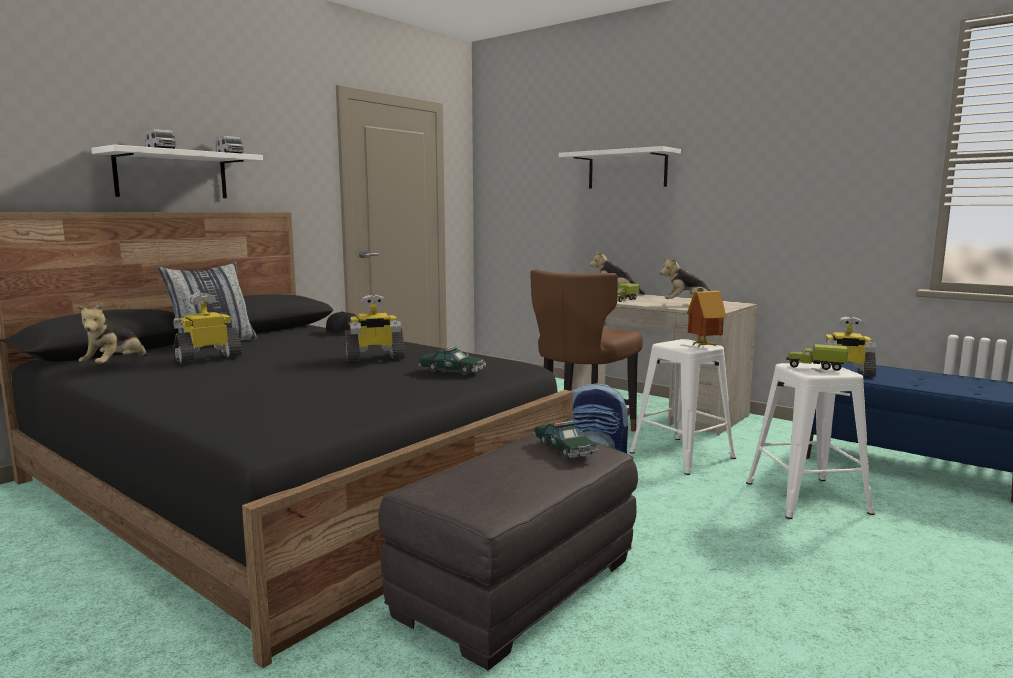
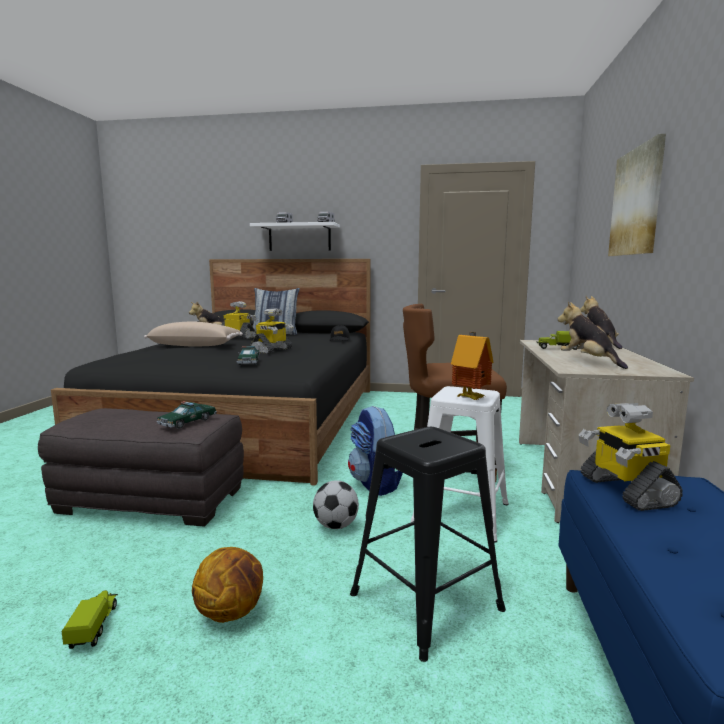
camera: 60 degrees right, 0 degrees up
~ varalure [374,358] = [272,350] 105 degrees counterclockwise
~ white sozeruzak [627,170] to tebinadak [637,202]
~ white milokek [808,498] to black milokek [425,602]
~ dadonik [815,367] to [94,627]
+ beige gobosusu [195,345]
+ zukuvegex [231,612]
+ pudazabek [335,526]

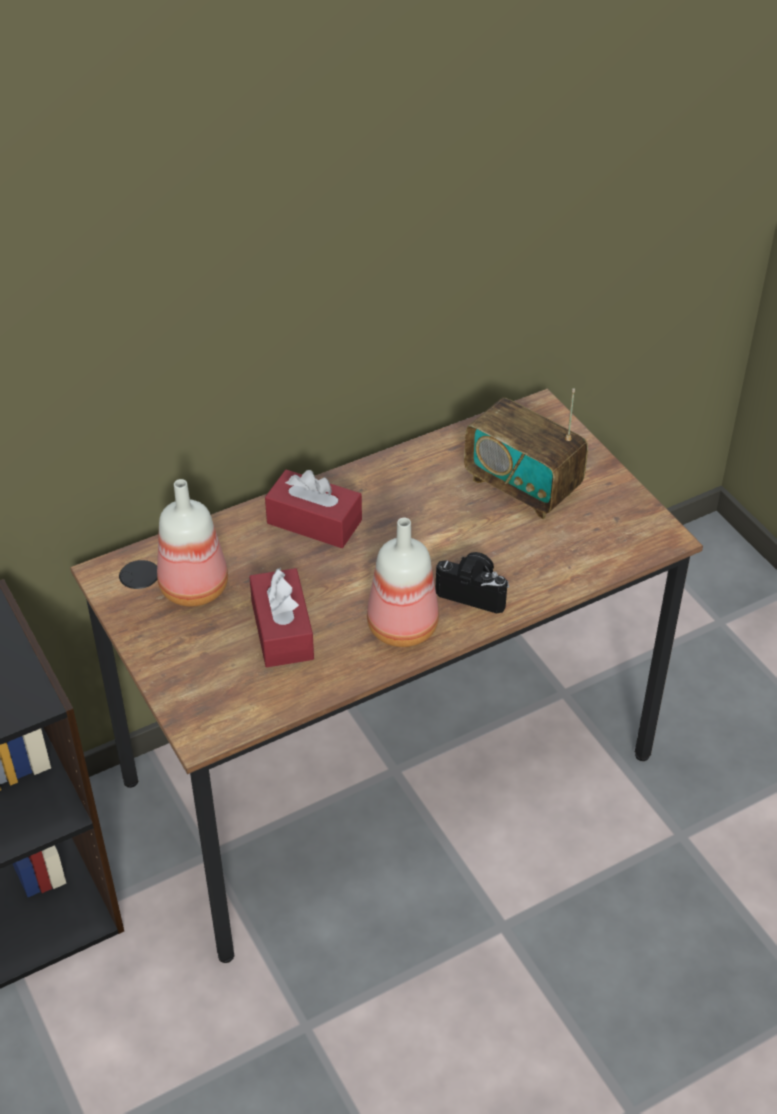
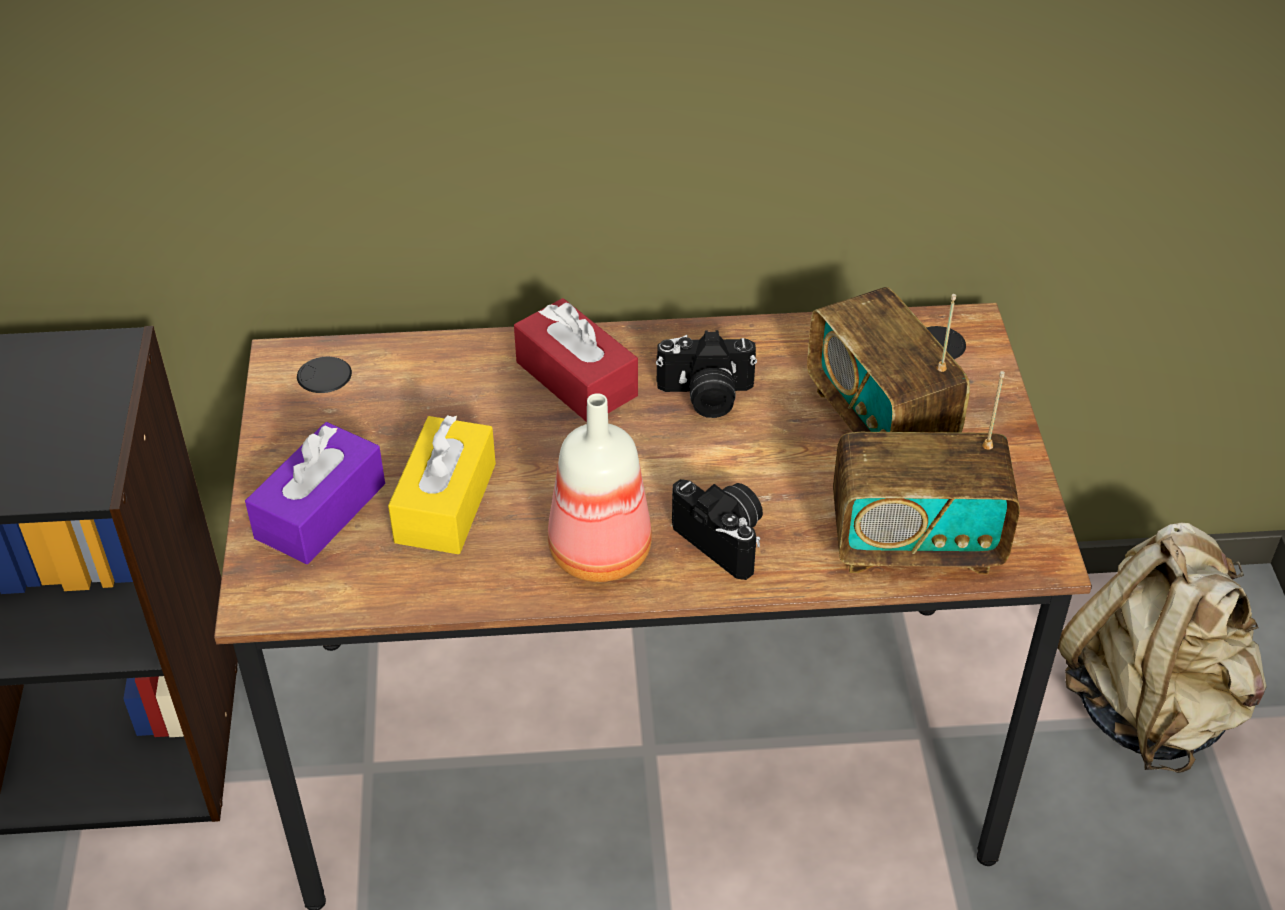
camera: 25 degrees right, 0 degrees up
- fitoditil [193,586]
~ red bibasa [282,630] to yellow bibasa [445,503]
+ purple bibasa [320,511]
+ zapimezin [705,396]
+ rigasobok [915,544]
+ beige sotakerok [1150,703]

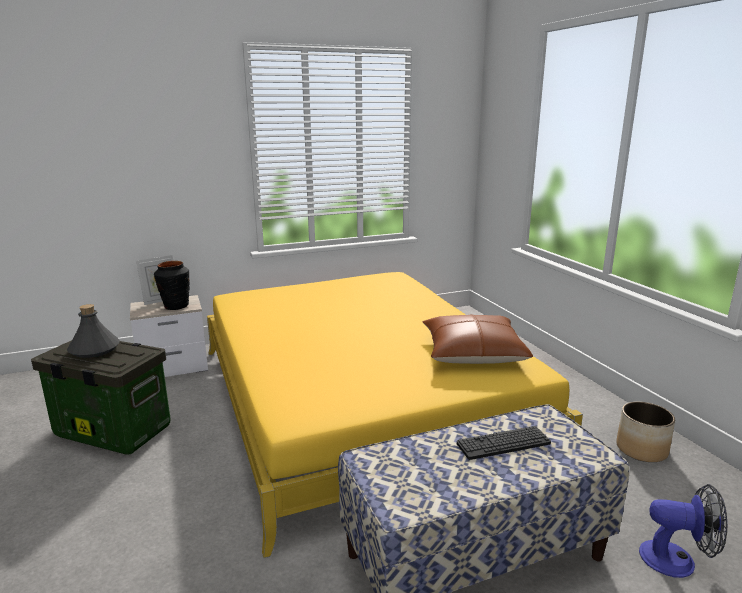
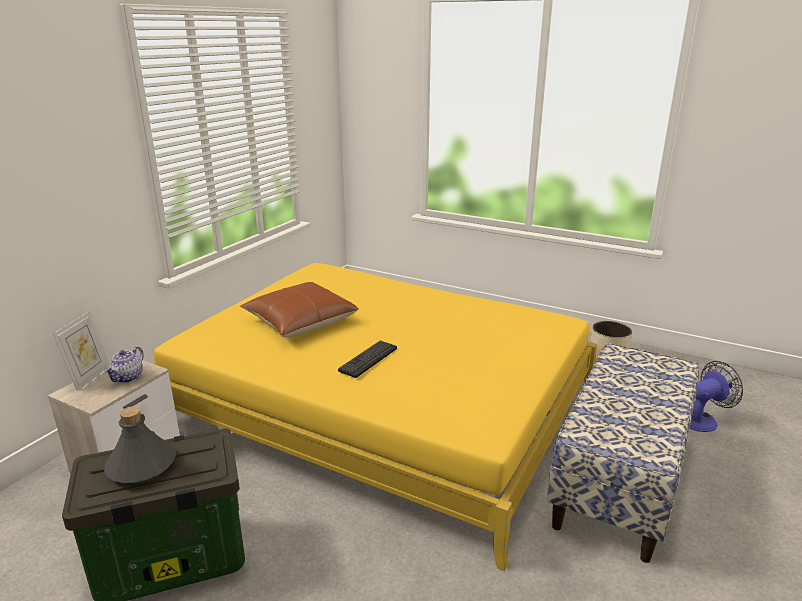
camera: 40 degrees left, 5 degrees up
~ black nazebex [176,306] to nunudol [128,377]
~ brown gobosusu [472,352] to [300,321]
~ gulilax [503,443] to [368,359]

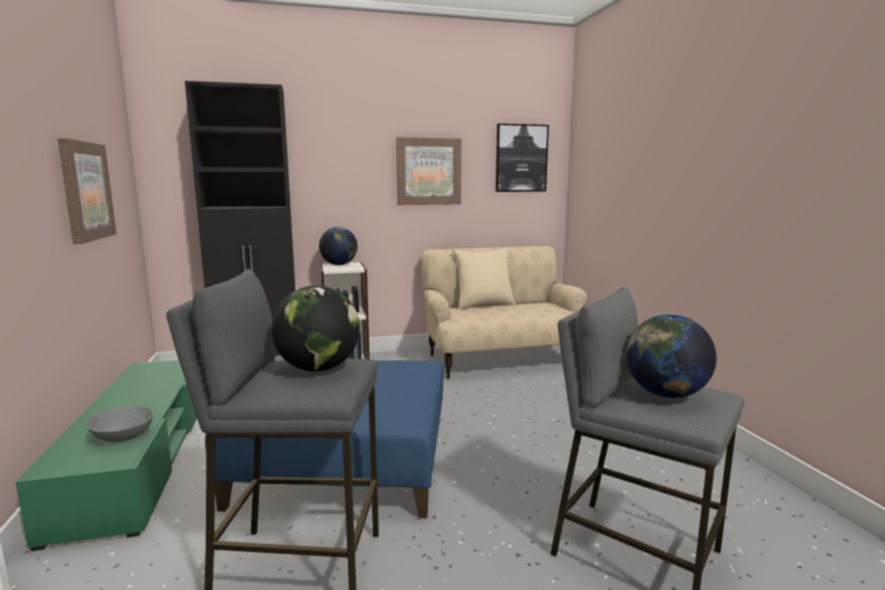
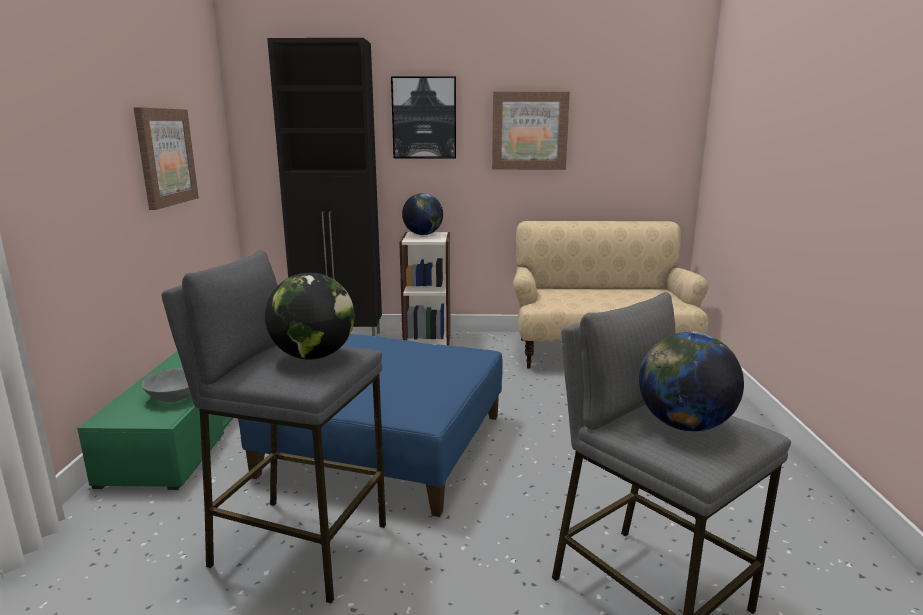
camera: 15 degrees right, 5 degrees up
- beige gobosusu [484,305]
~ tebinadak [521,158] to [424,118]

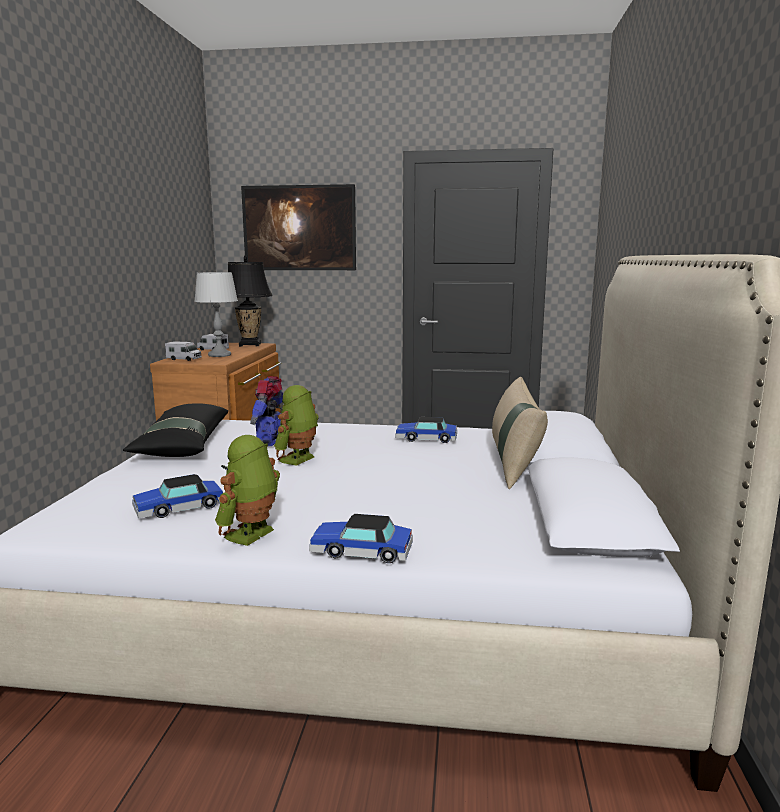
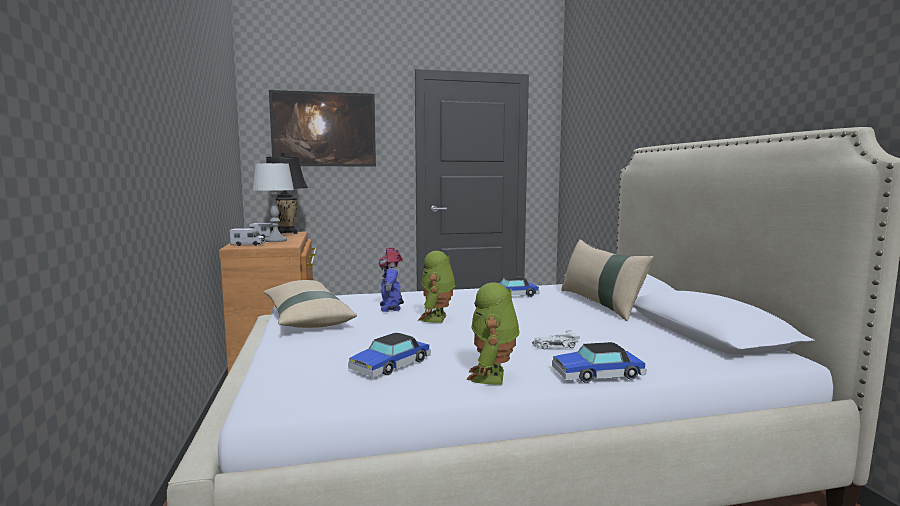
camera: 20 degrees left, 5 degrees down
~ black gobosusu [182,443] to beige gobosusu [306,317]
+ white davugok [554,346]

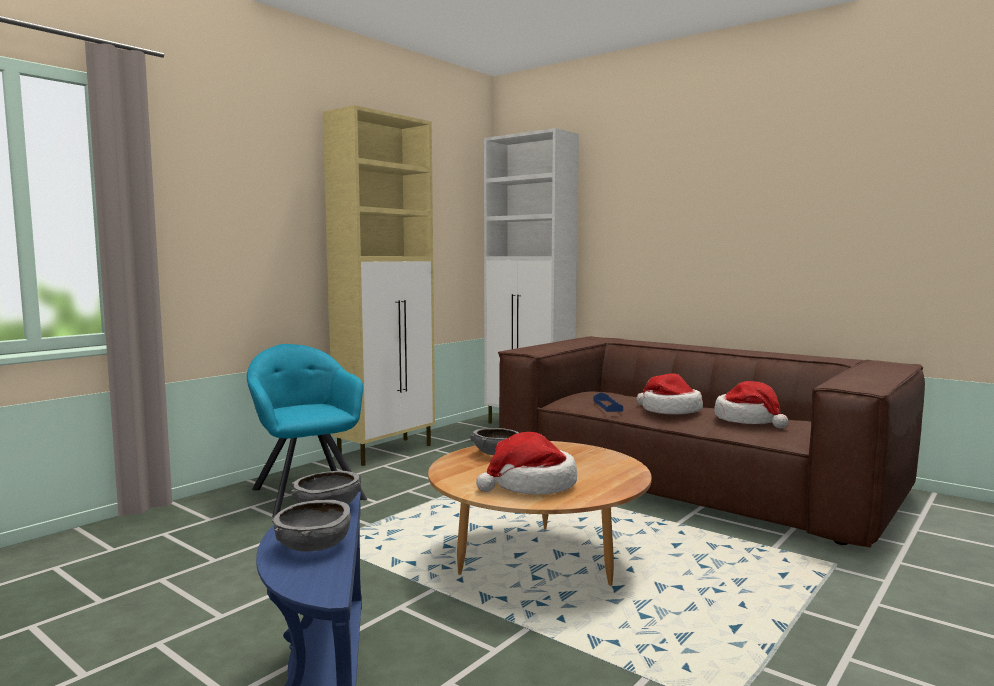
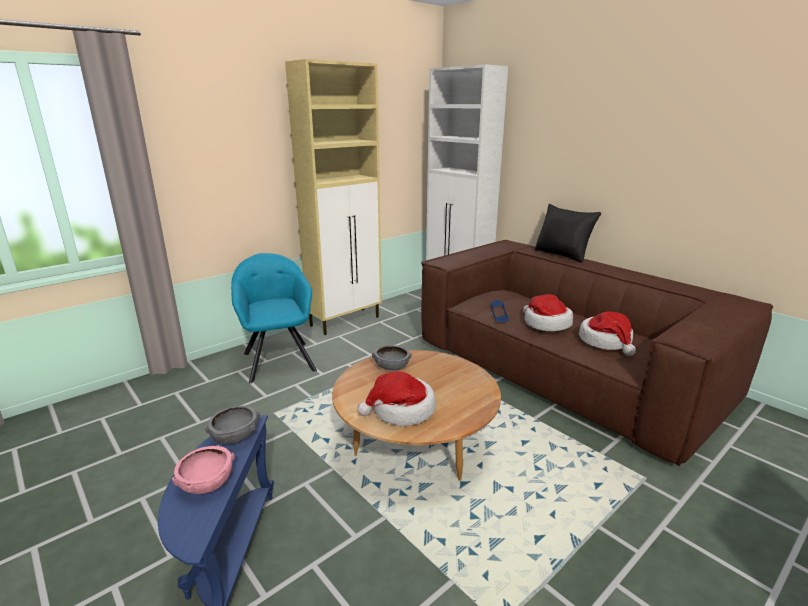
camera: 10 degrees right, 15 degrees up
~ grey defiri [314,546] to pink defiri [207,482]
+ black gobosusu [562,255]

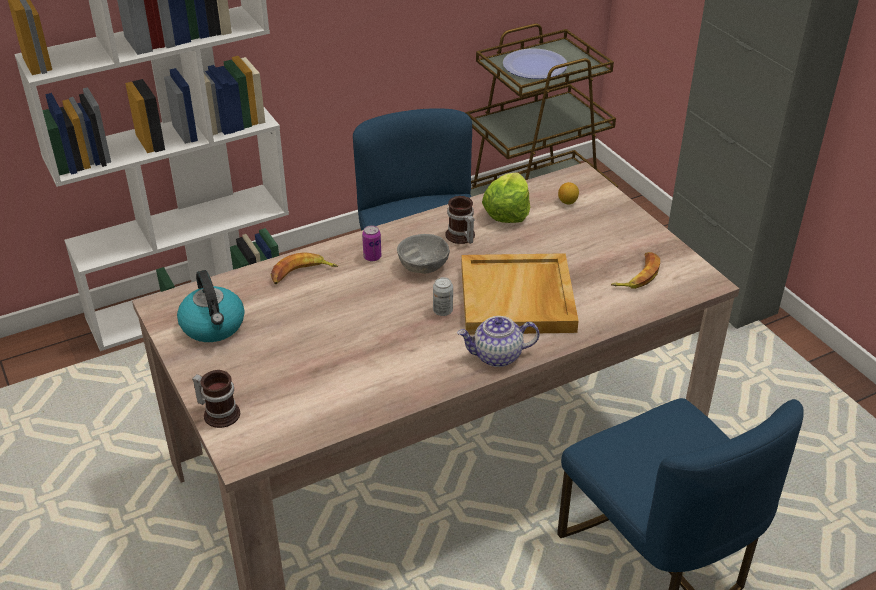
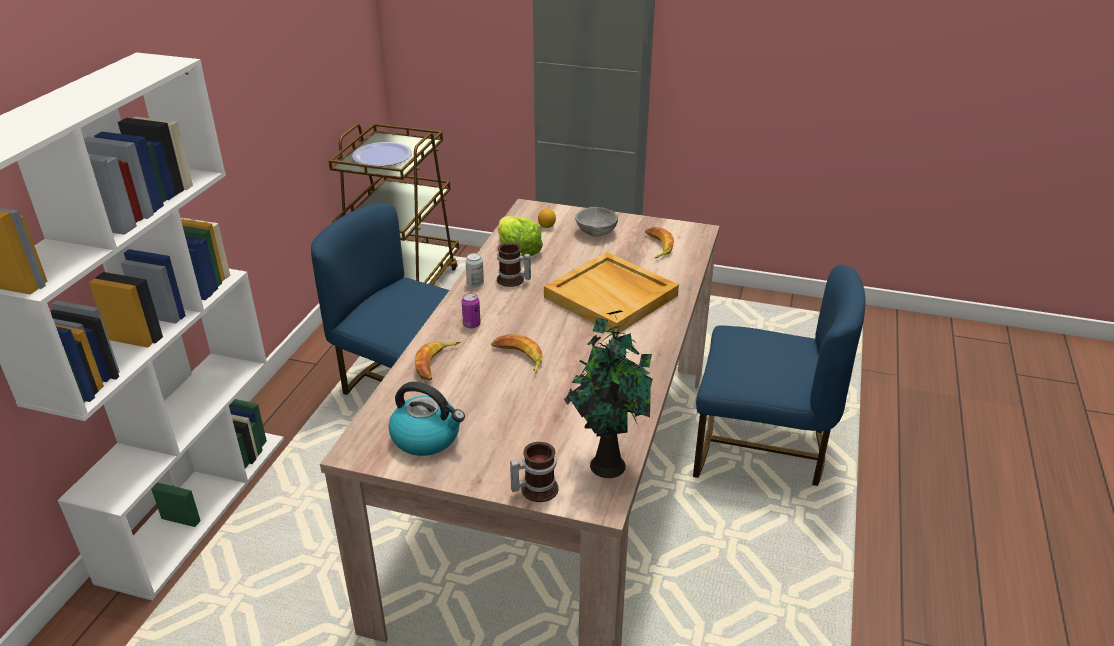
camera: 45 degrees left, 5 degrees down
~ grey defiri [423,266] to [596,232]
~ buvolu [442,311] to [475,284]
- nunudol [497,356]
+ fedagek [518,357]
+ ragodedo [606,463]

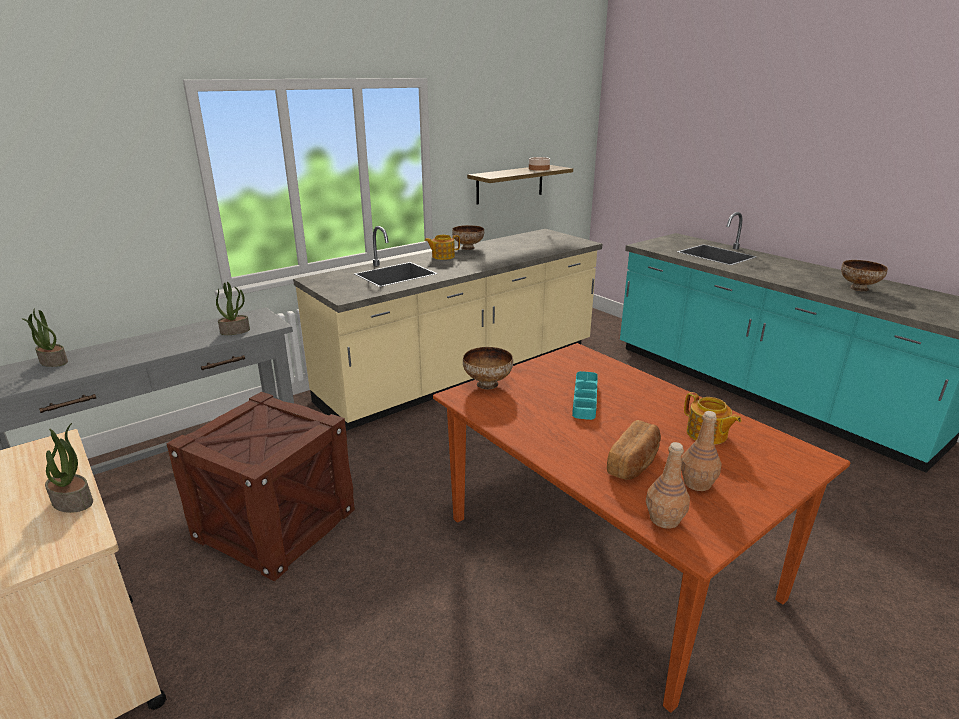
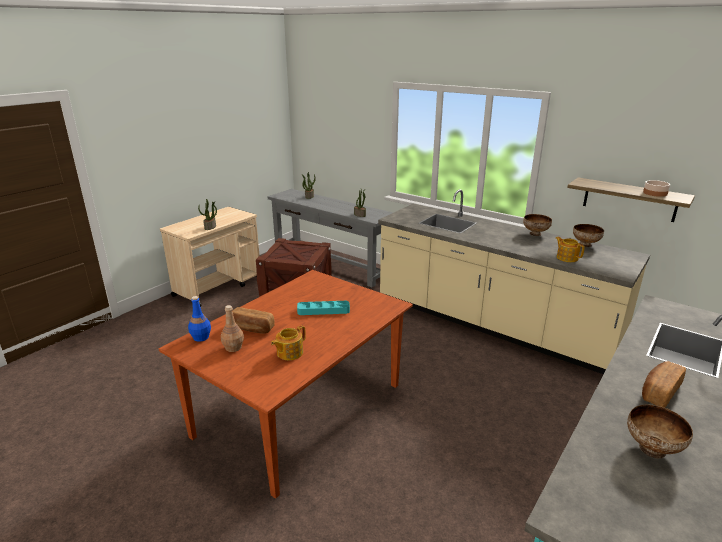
camera: 75 degrees right, 0 degrees up
~ nunudol [442,256] to [567,258]
~ defiri [488,384] to [585,245]
~ brown fitoditil [665,519] to blue fitoditil [201,337]
+ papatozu [659,392]

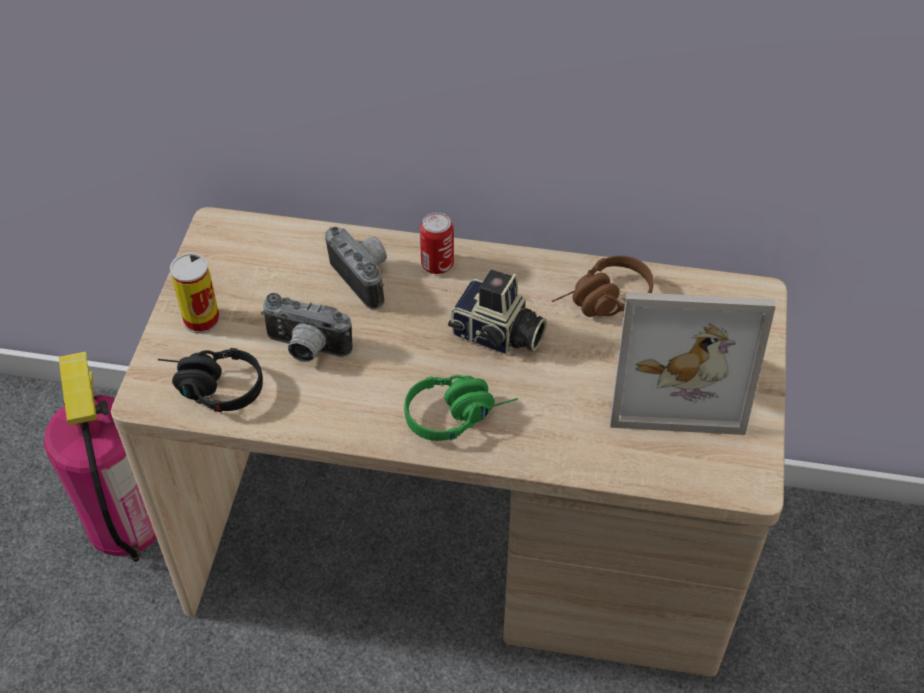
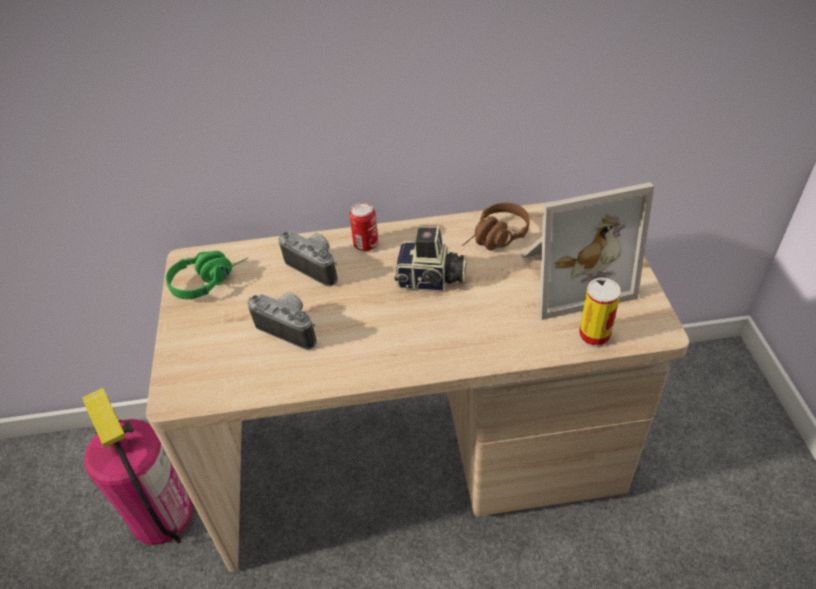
camera: 15 degrees left, 5 degrees down
- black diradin [210,389]
~ buvolu [201,319] to [594,335]
~ zapimezin [306,349] = [290,327] 150 degrees counterclockwise
~ green diradin [459,413] to [210,280]

